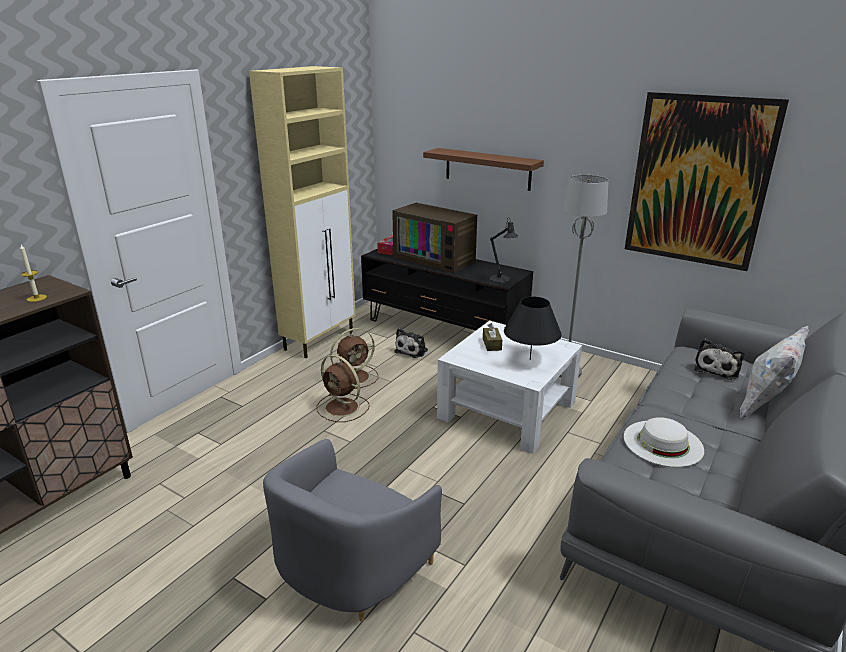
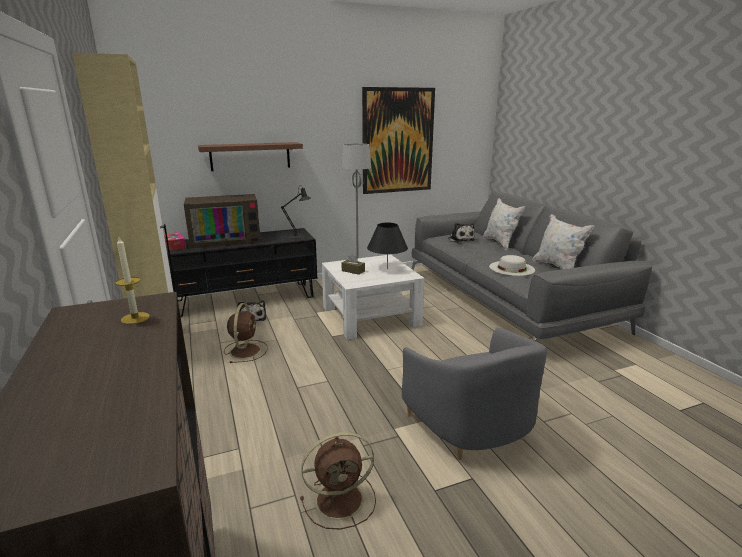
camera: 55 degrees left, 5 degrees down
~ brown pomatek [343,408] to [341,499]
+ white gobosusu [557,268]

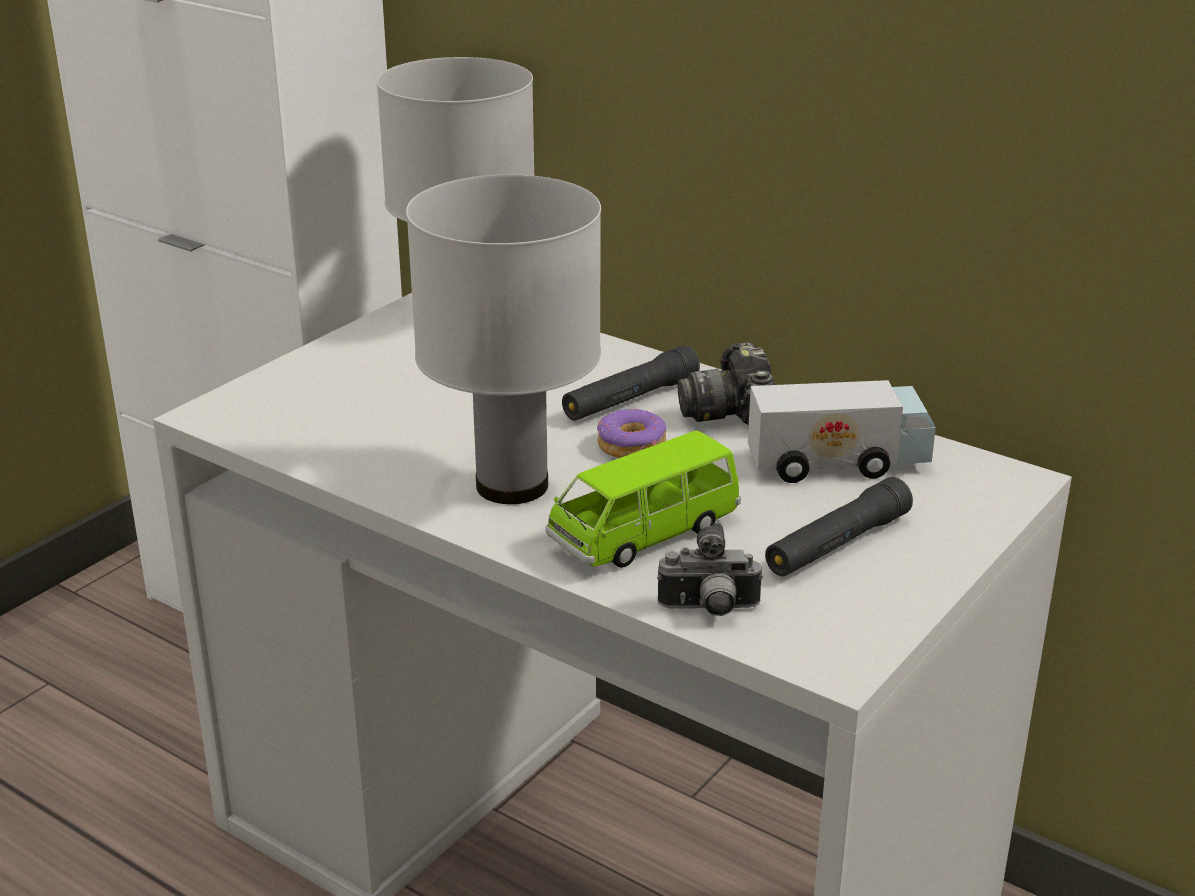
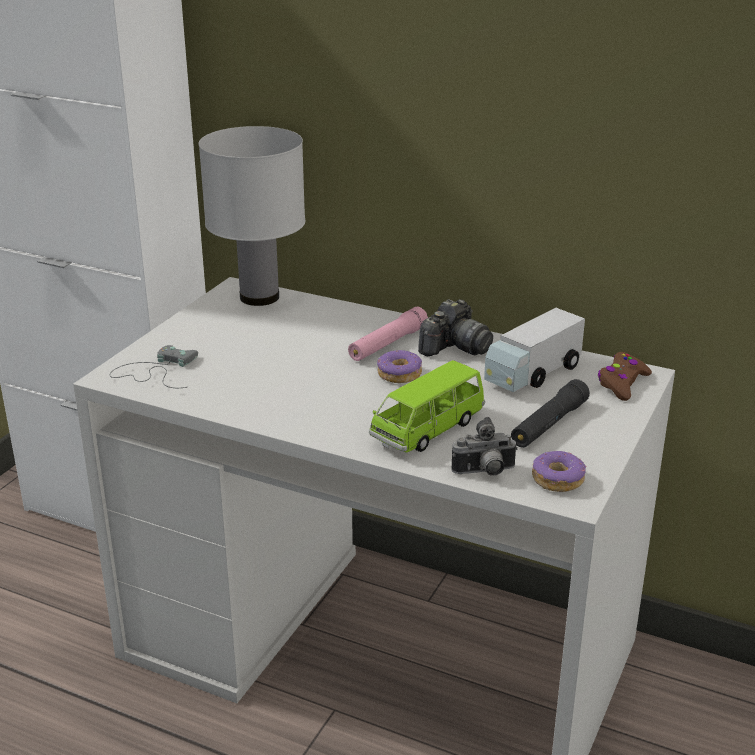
camera: 10 degrees left, 0 degrees up
- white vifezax [511,484]
~ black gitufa [630,399] to pink gitufa [387,344]
~ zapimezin [731,413] = [455,348] 120 degrees counterclockwise
~ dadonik [838,462] = [532,373] 150 degrees clockwise
+ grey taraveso [156,371]
+ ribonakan [557,479]
+ brown taraveso [622,383]

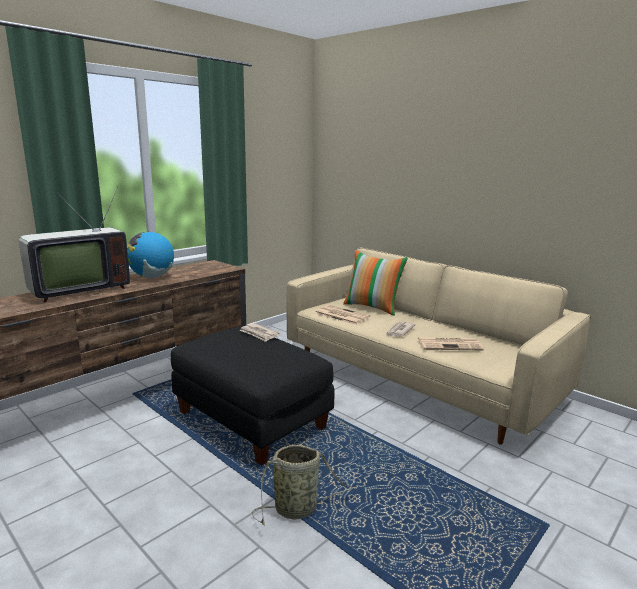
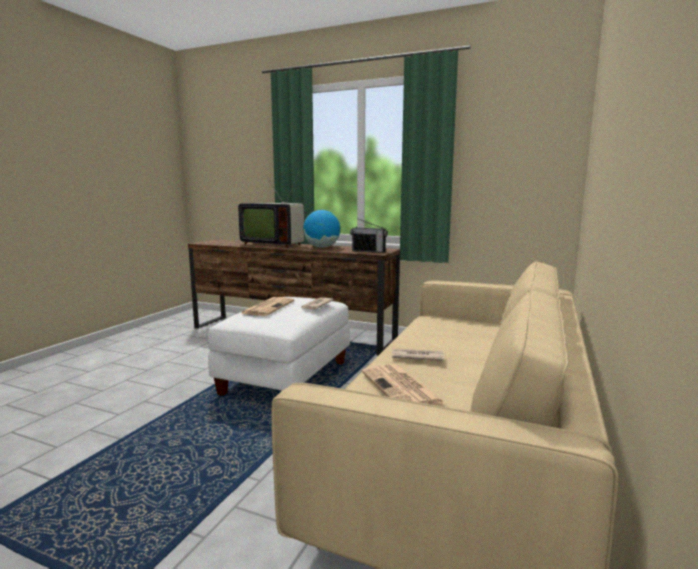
camera: 70 degrees right, 5 degrees down
~ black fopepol [250,420] to white fopepol [285,377]
- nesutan [299,509]
~ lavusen [341,315] to [268,307]
- gobosusu [372,307]
+ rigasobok [368,251]

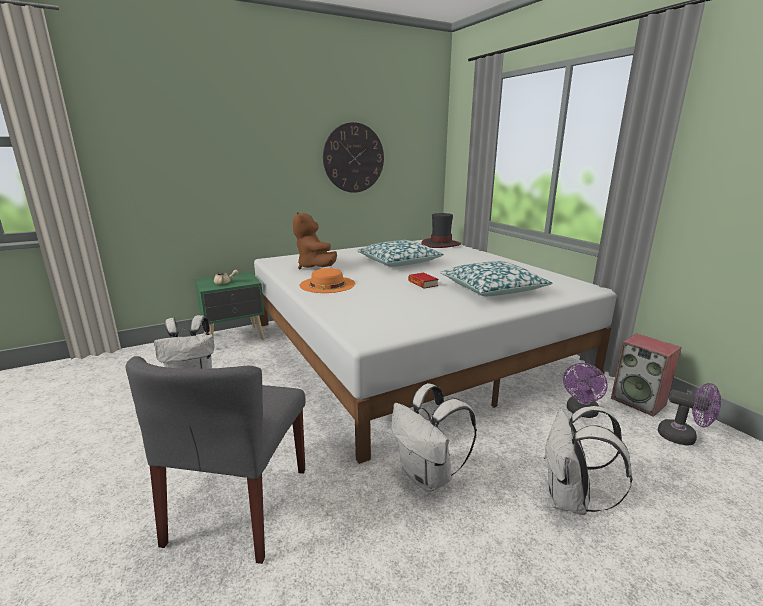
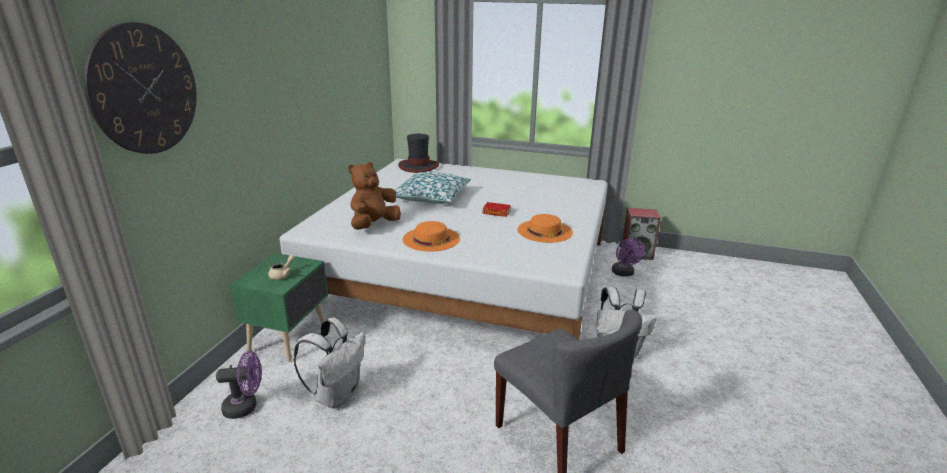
camera: 45 degrees left, 5 degrees up
~ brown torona [315,267] = [374,225] 105 degrees clockwise
~ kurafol [353,158] to [144,89]
- gobosusu [492,289]
- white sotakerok [570,500]
~ purple pomatek [683,437] to [246,407]
+ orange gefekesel [545,231]

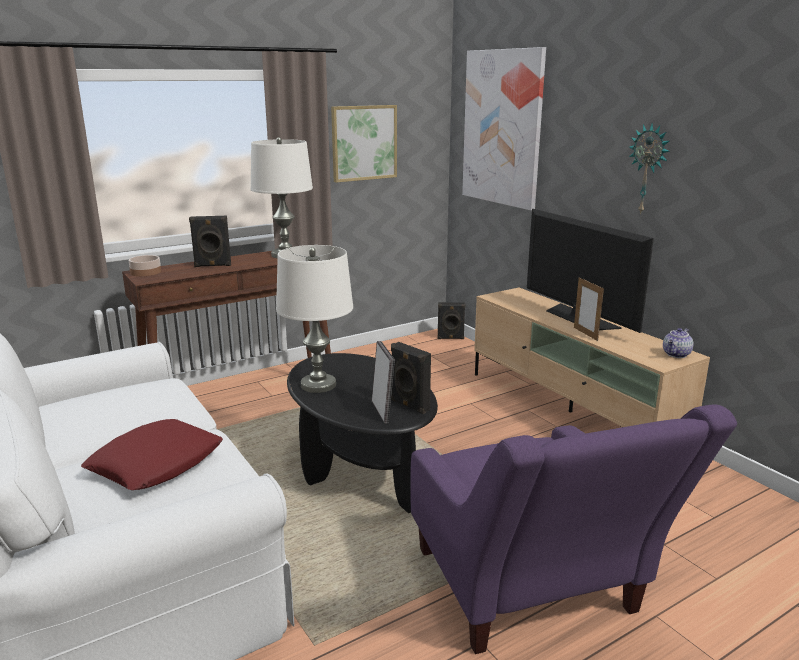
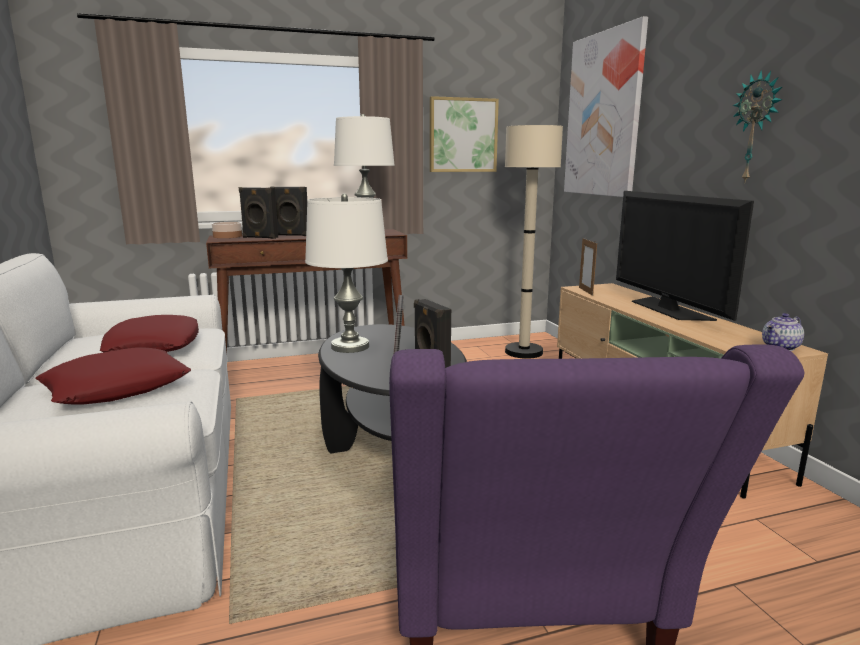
camera: 15 degrees right, 5 degrees down
~ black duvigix [450,338] to [260,237]
~ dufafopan [585,334] to [585,291]
+ red gobosusu [153,345]
+ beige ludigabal [523,352]

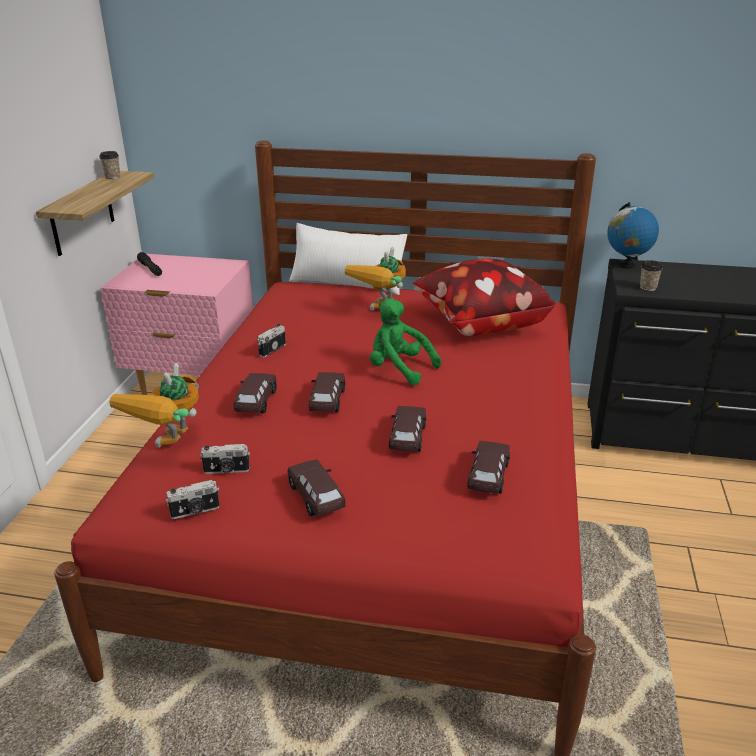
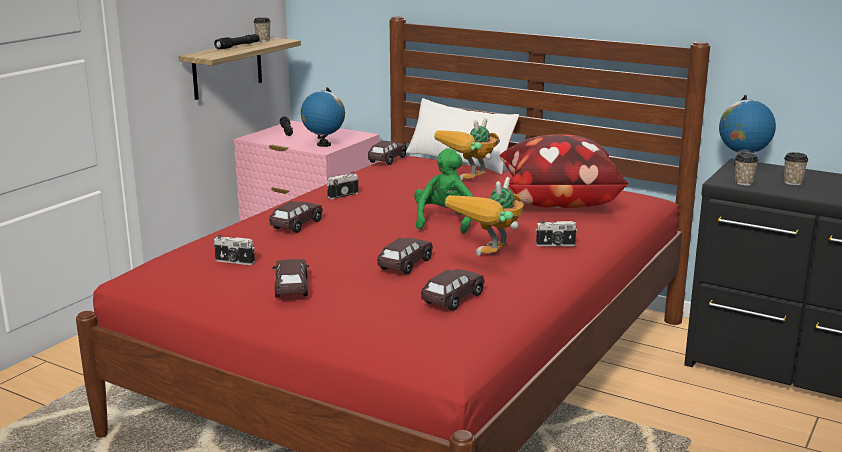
camera: 20 degrees right, 10 degrees down
~ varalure [172,449] to [490,258]
~ zapimezin [195,511] to [555,245]
~ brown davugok [327,401] to [387,160]
~ green torona [399,369] = [444,221] 45 degrees clockwise
+ black gitufa [238,46]
+ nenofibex [323,145]
+ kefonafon [792,182]

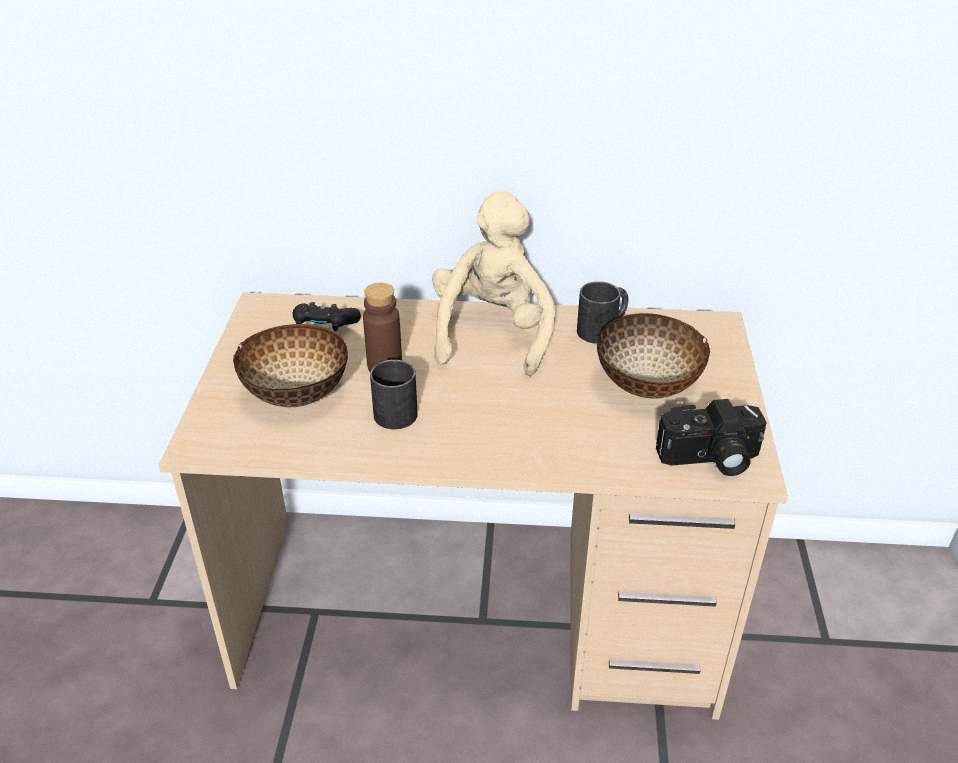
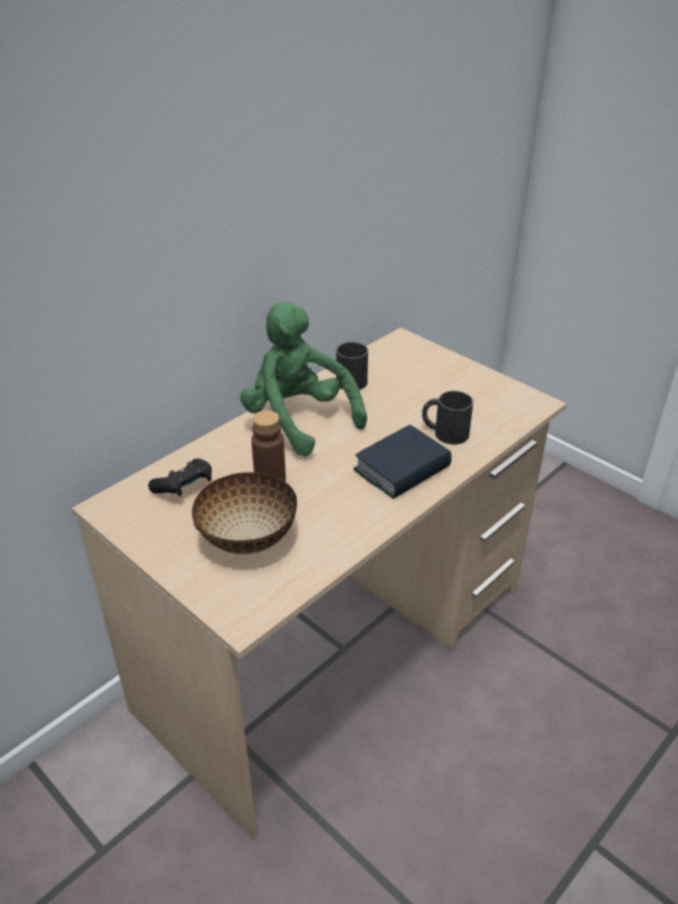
camera: 50 degrees left, 0 degrees up
~ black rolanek [392,409] to [444,432]
~ beige torona [492,334] to green torona [298,420]
- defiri [647,387]
- zapimezin [710,459]
+ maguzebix [402,469]

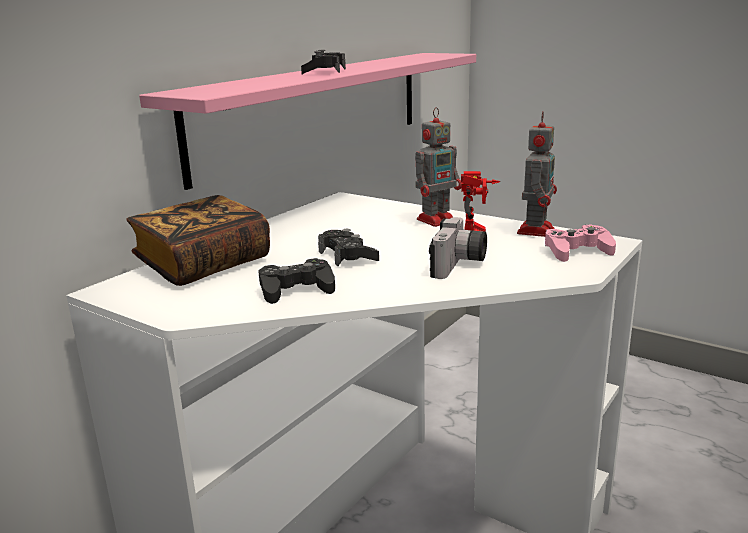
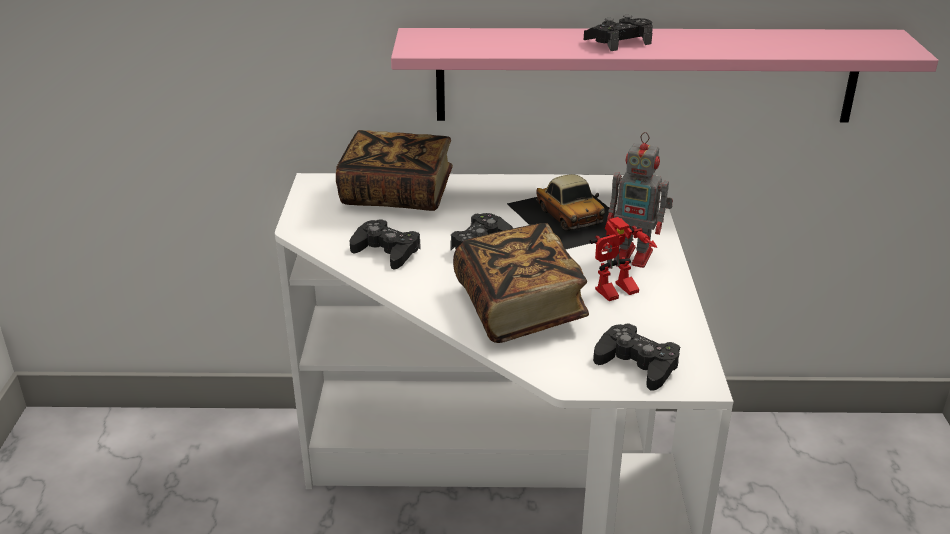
camera: 55 degrees right, 10 degrees up
~ zapimezin [459,265] to maguzebix [519,308]
- varalure [536,230]
~ pink taraveso [577,251] to black taraveso [637,364]
+ davugok [571,216]

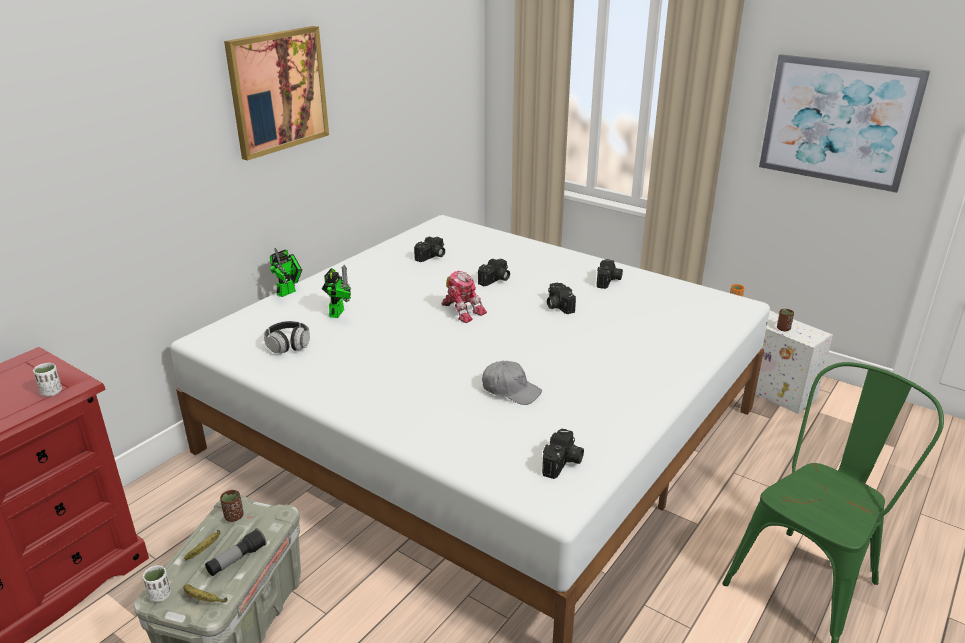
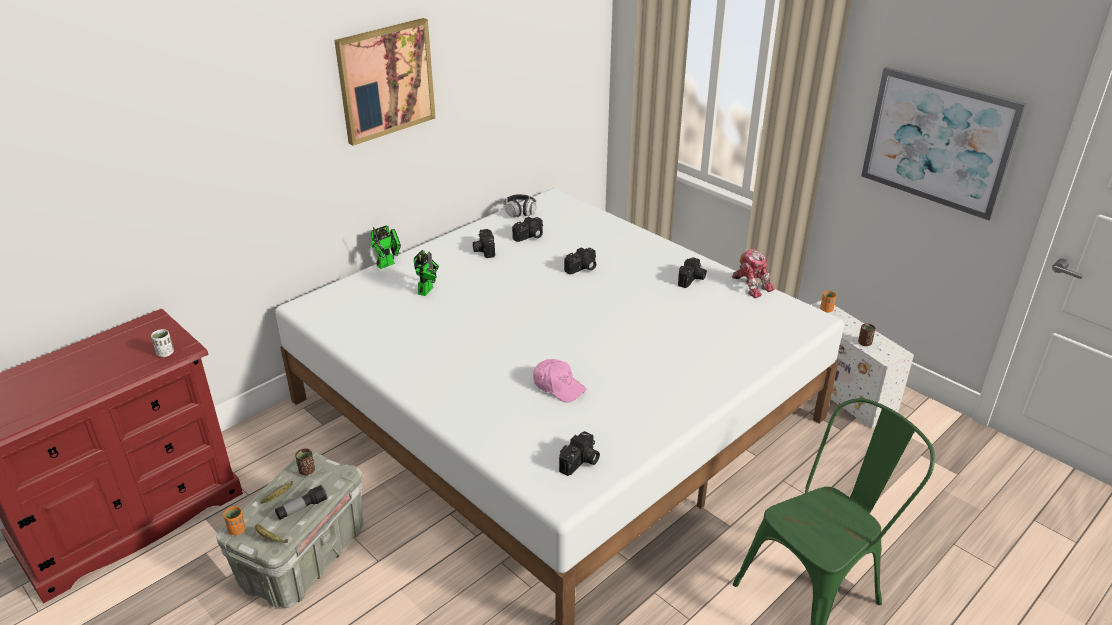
camera: 10 degrees right, 5 degrees up
~ white kefonafon [160,595] to orange kefonafon [237,530]
~ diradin [288,345] to [520,212]
~ varalure [462,310] to [751,285]
~ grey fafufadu [511,390] to pink fafufadu [558,386]
~ zapimezin [557,306] to [483,250]

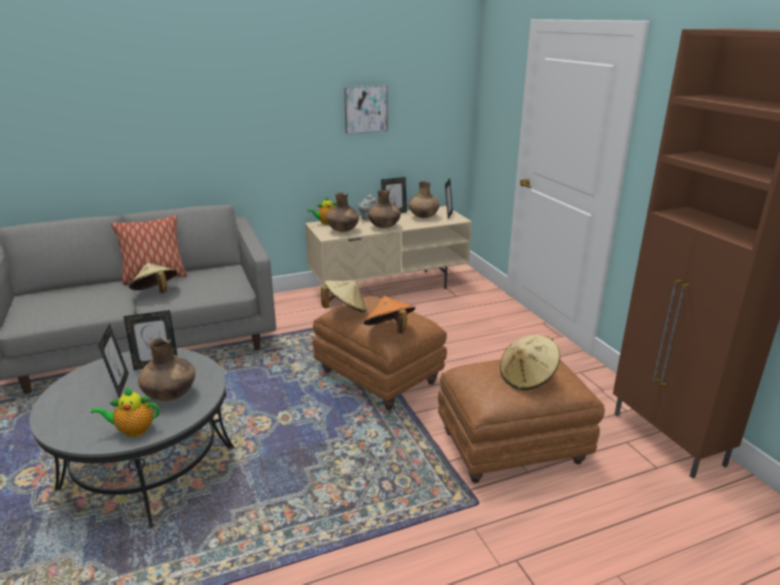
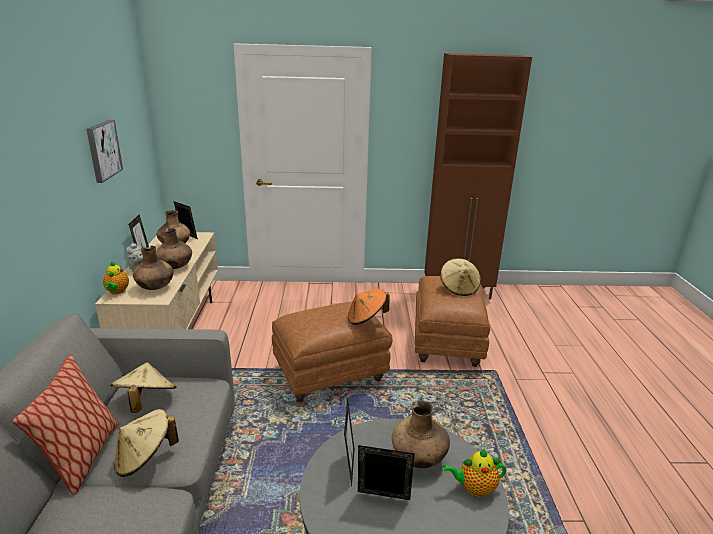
camera: 70 degrees left, 0 degrees up
~ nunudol [133,430] = [474,488] 75 degrees clockwise
~ beige gefekesel [345,310] to [146,402]

